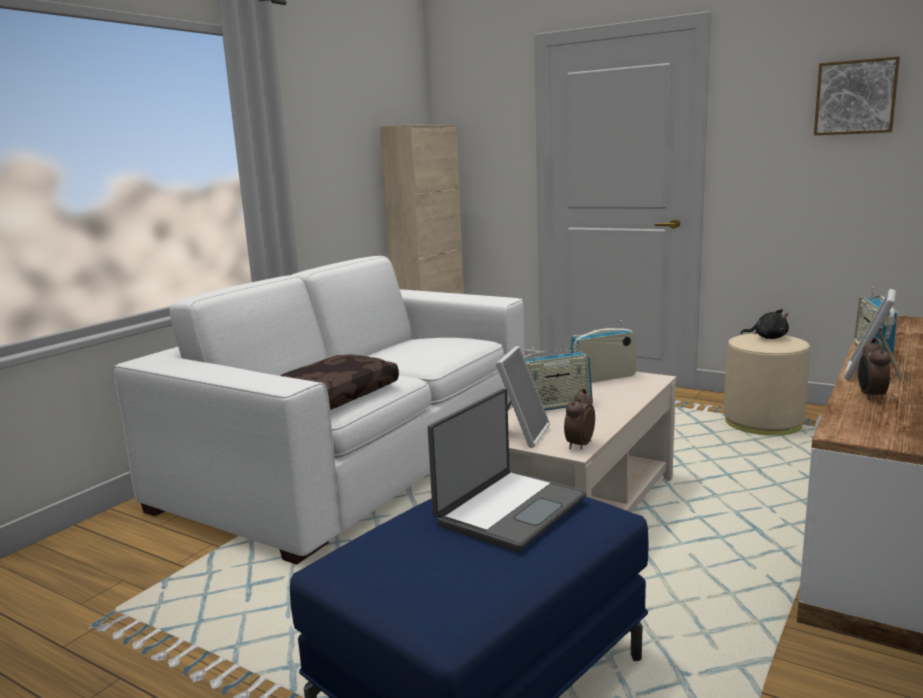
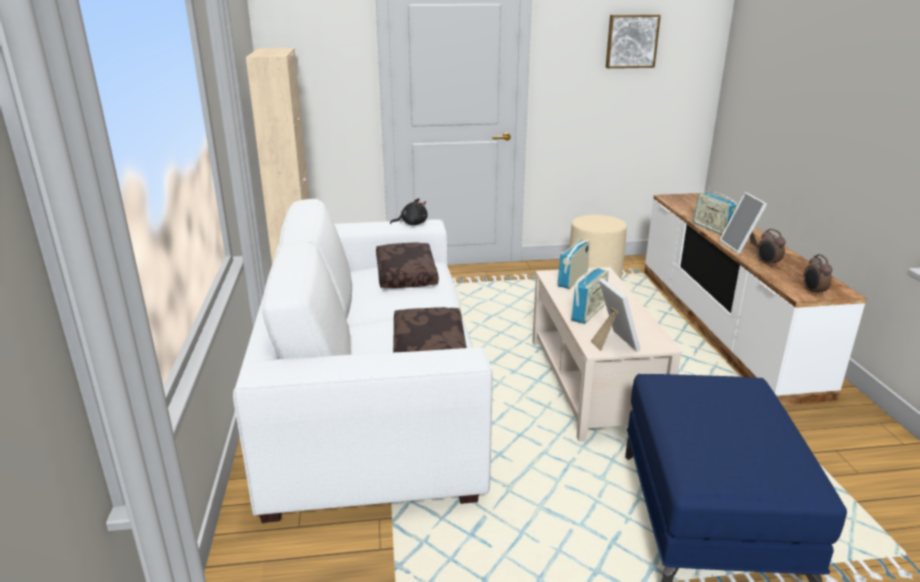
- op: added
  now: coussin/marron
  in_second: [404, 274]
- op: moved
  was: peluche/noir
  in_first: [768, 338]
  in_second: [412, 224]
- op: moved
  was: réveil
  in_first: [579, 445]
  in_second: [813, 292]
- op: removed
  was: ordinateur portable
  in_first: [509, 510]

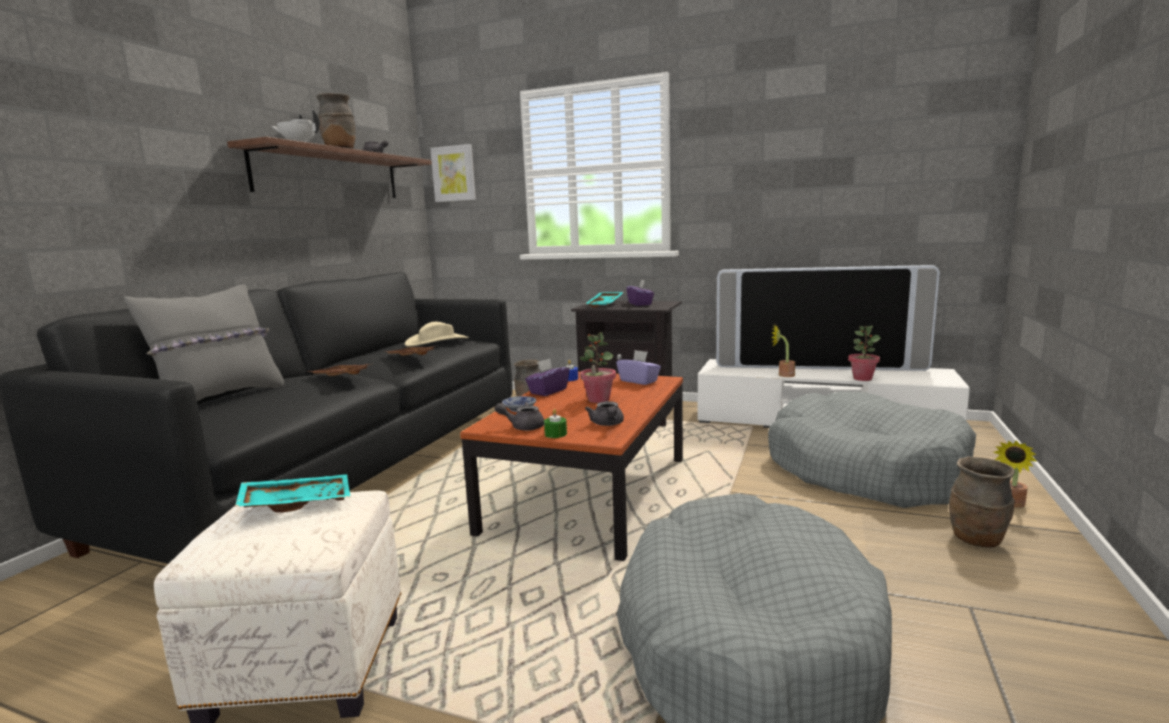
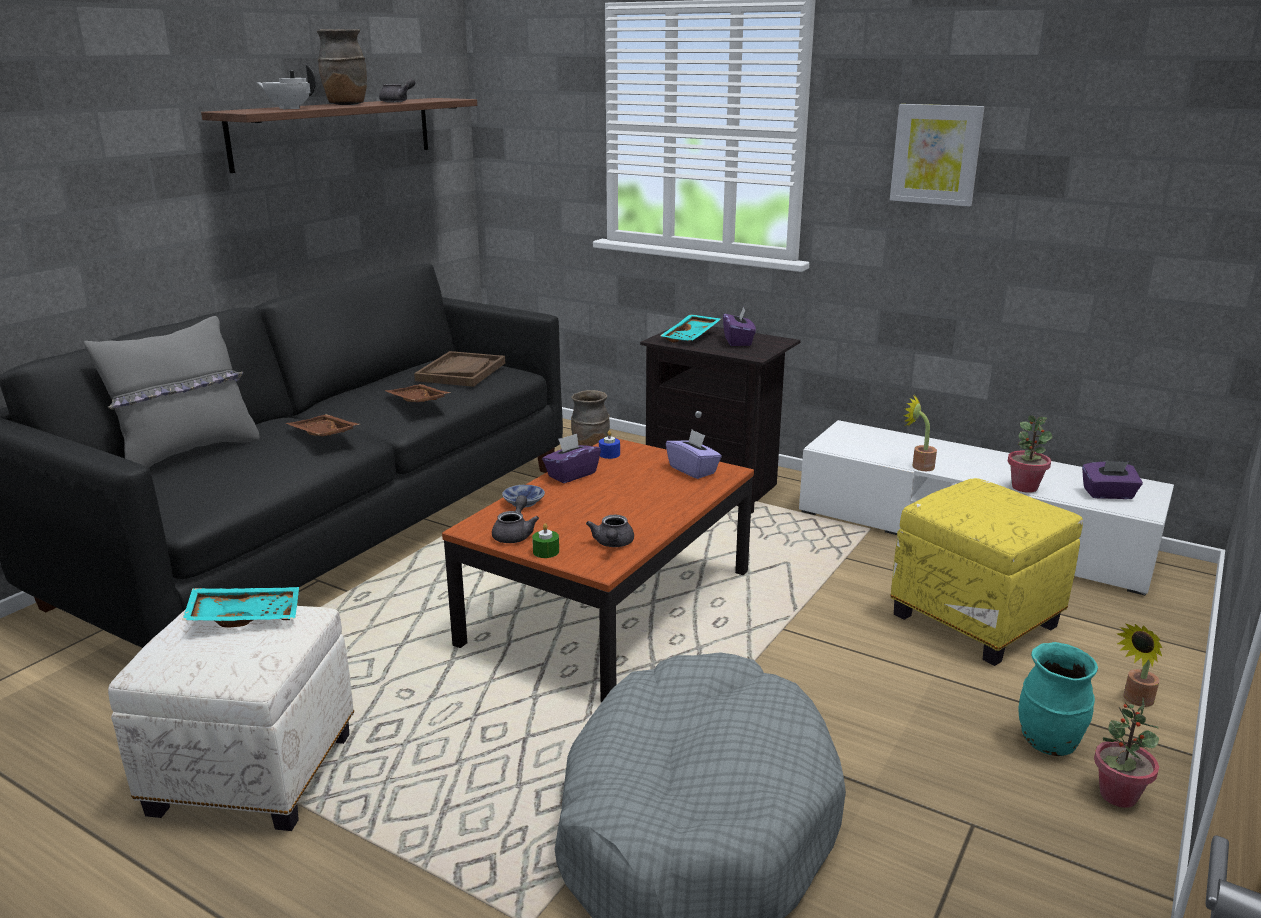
- op: replaced
  was: chapeau/beige
  now: plateau/marron
  in_first: [437, 341]
  in_second: [461, 371]
- op: turned
  was: théière/gris
  in_first: [523, 427]
  in_second: [515, 534]
  clockwise: 90
- op: moved
  was: tableau
  in_first: [454, 173]
  in_second: [936, 154]
- op: replaced
  was: panier pour chien/gris
  now: pouf/jaune
  in_first: [864, 470]
  in_second: [977, 621]
- op: recoloured
  was: vase/marron
  now: vase/turquoise
  in_first: [977, 540]
  in_second: [1048, 743]
- op: added
  now: boîte à mouchoirs/violet
  in_second: [1108, 494]
- op: moved
  was: plante en pot
  in_first: [598, 399]
  in_second: [1117, 795]
- op: removed
  was: téléviseur
  in_first: [818, 366]

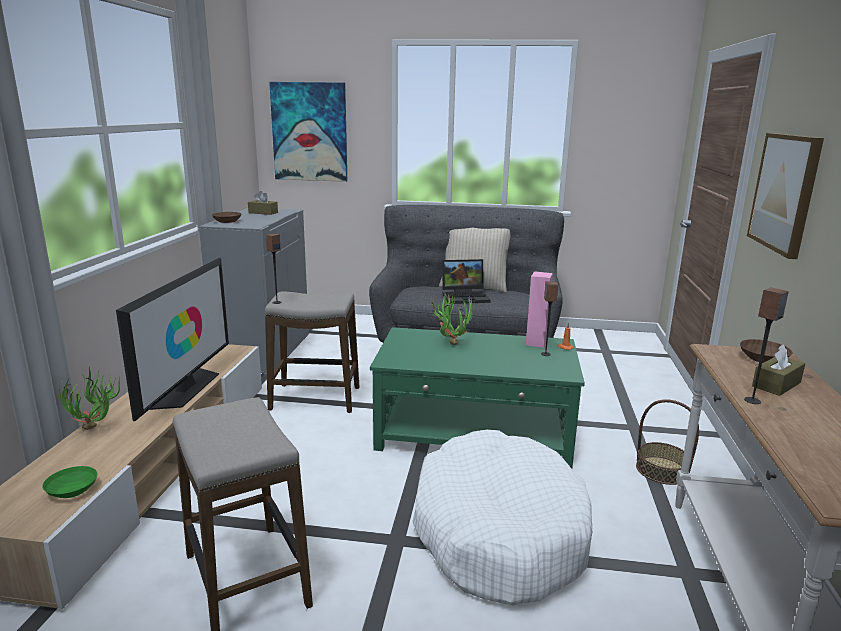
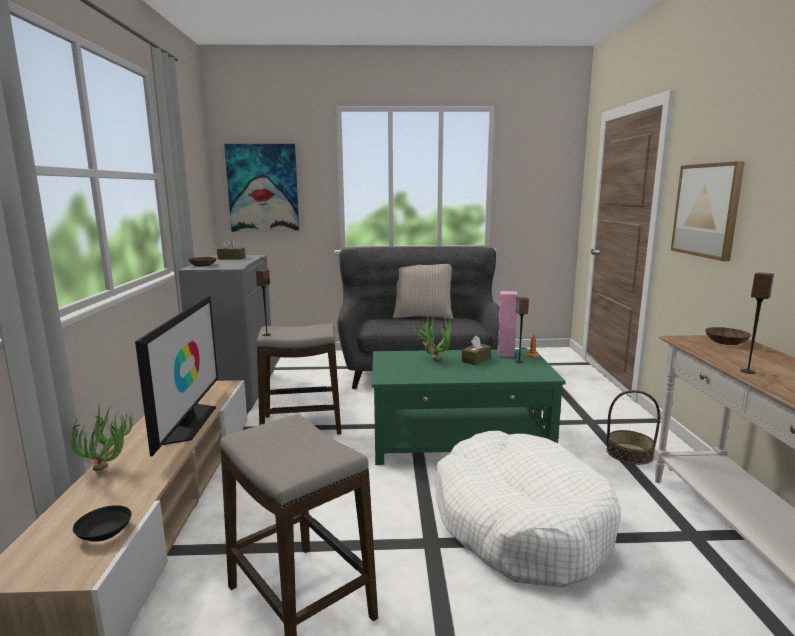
- op: recoloured
  was: bol/vert
  now: bol/noir
  in_first: [71, 490]
  in_second: [103, 533]
- op: moved
  was: boîte à mouchoirs/marron
  in_first: [776, 384]
  in_second: [476, 360]
- op: removed
  was: ordinateur portable
  in_first: [466, 297]

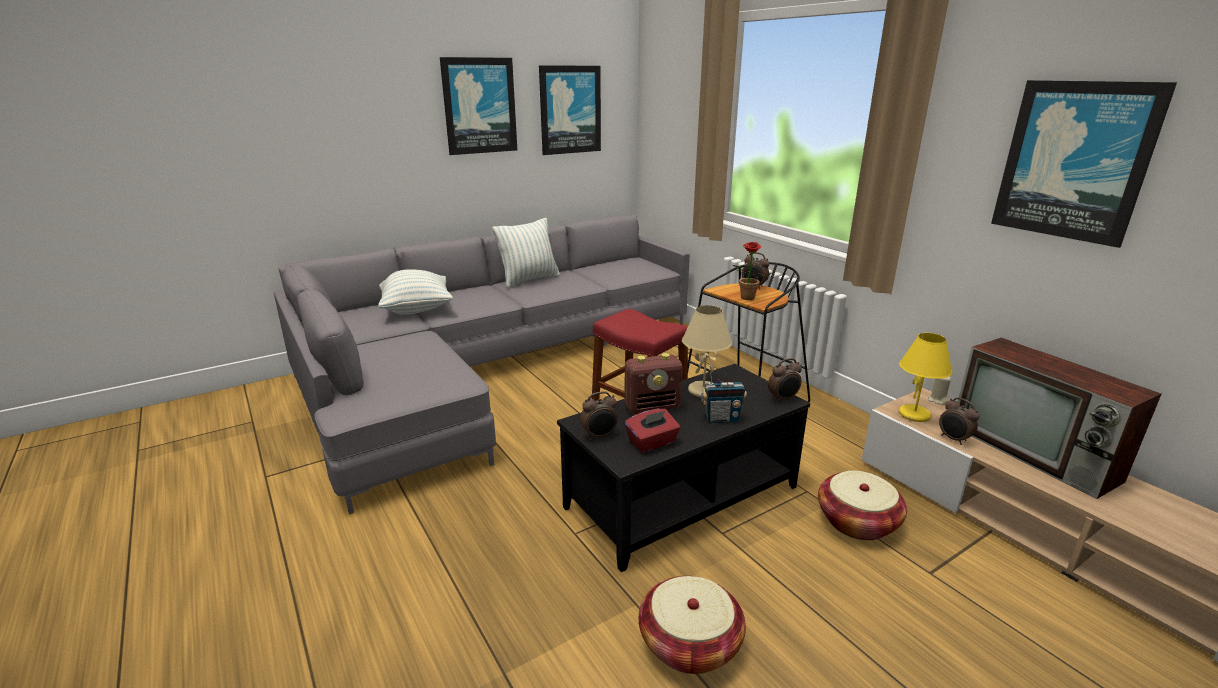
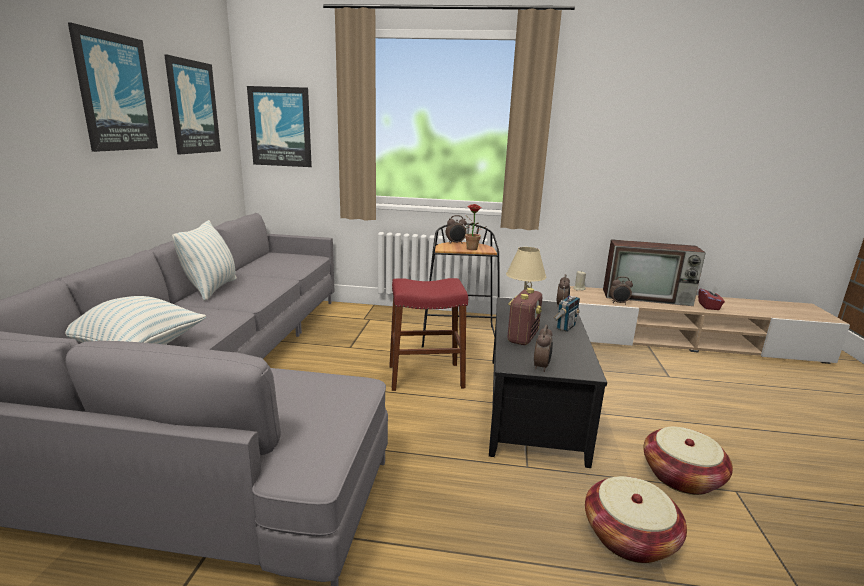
- op: moved
  was: tableau
  in_first: [1074, 161]
  in_second: [280, 127]
- op: moved
  was: panier
  in_first: [857, 522]
  in_second: [629, 537]
- op: moved
  was: boîte à mouchoirs/rouge
  in_first: [652, 443]
  in_second: [709, 306]
- op: removed
  was: lampe de table/jaune
  in_first: [914, 415]

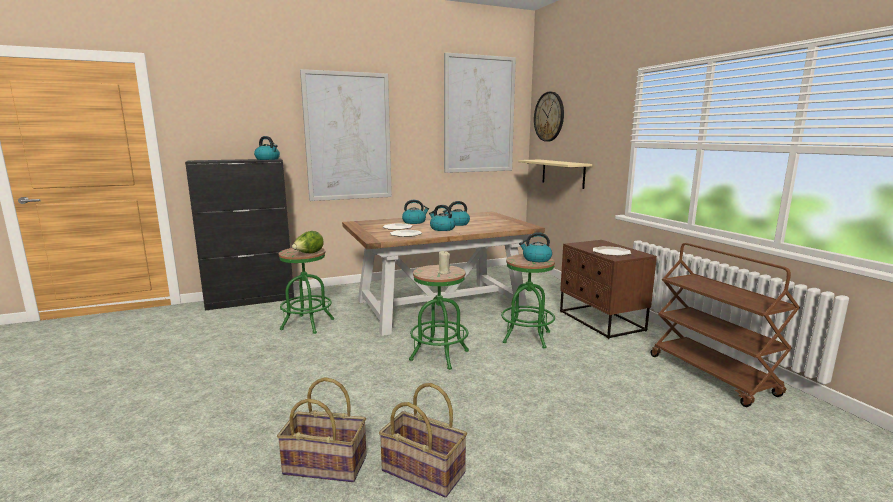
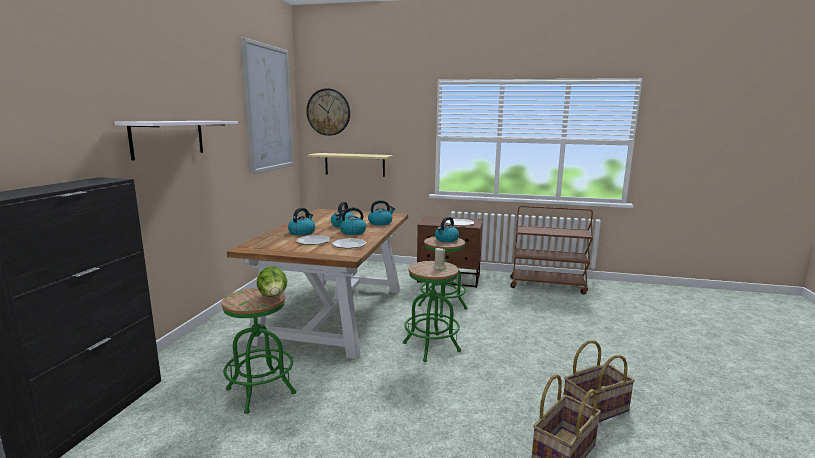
- op: replaced
  was: tableau
  now: étagère/blanc
  in_first: [348, 137]
  in_second: [168, 138]
- op: moved
  was: bouilloire
  in_first: [268, 159]
  in_second: [380, 223]

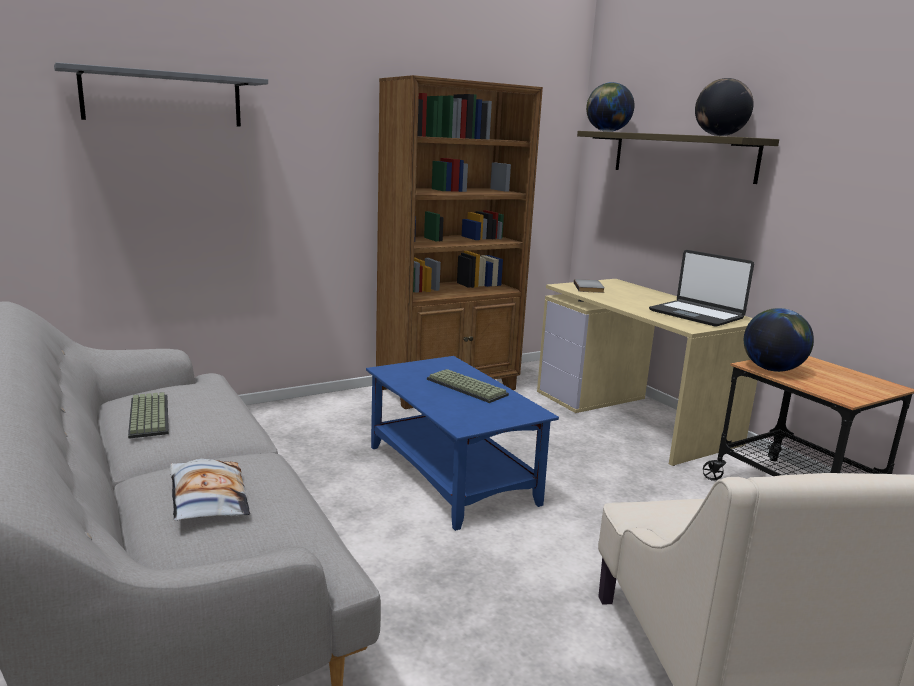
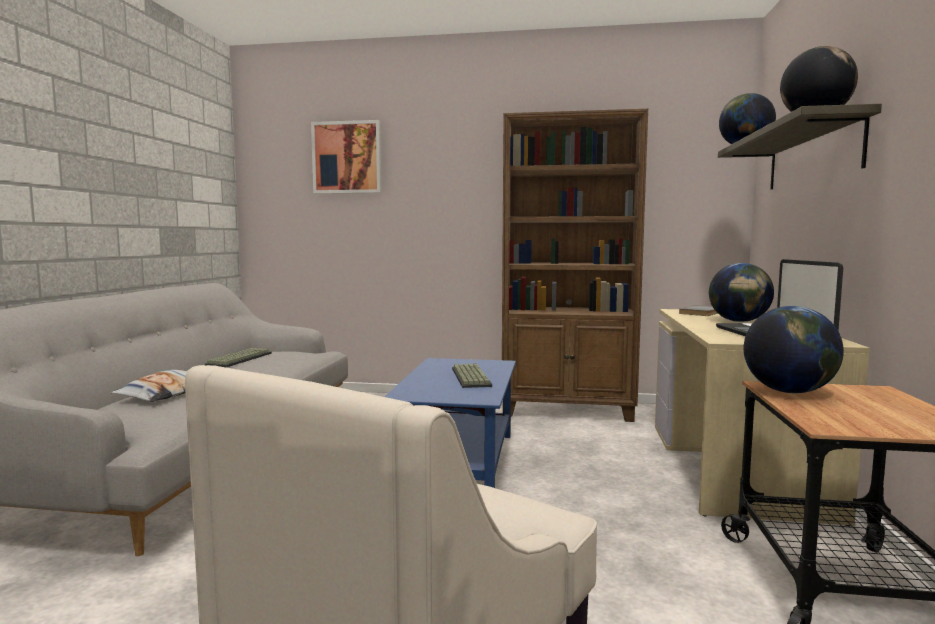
- op: replaced
  was: étagère/gris
  now: tableau
  in_first: [163, 98]
  in_second: [347, 157]
- op: added
  now: globe
  in_second: [739, 321]

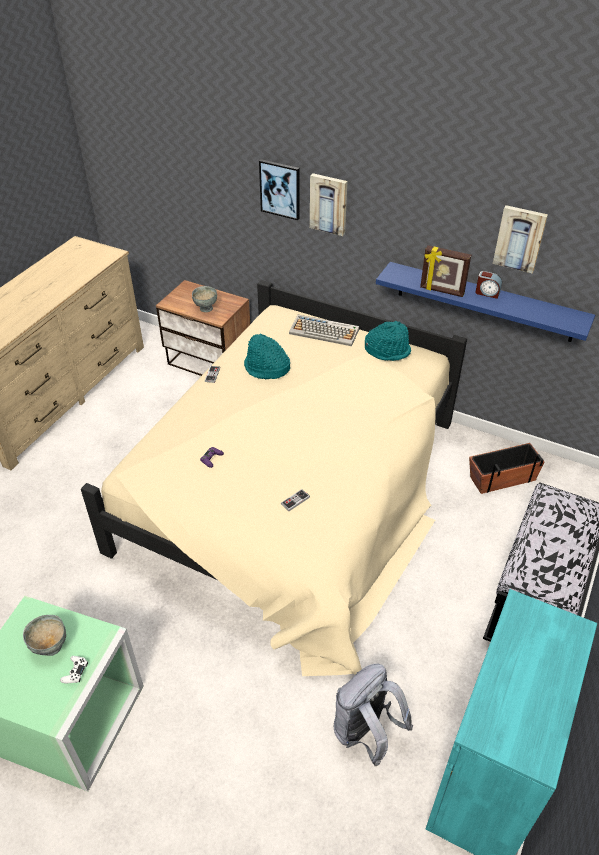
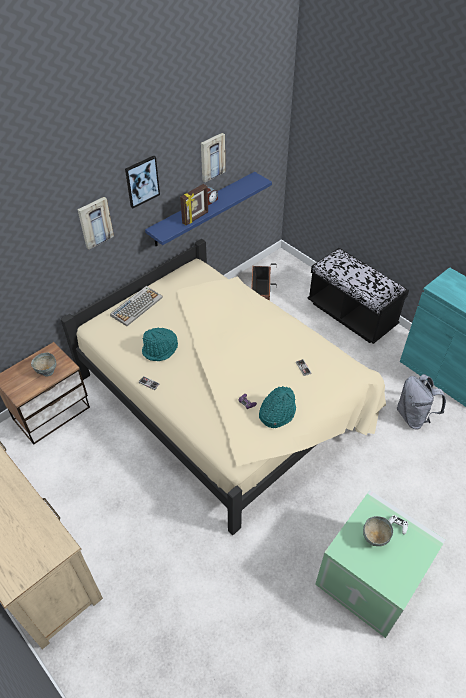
- op: moved
  was: tableau
  in_first: [280, 189]
  in_second: [142, 181]
- op: moved
  was: chapeau/turquoise
  in_first: [387, 350]
  in_second: [276, 412]

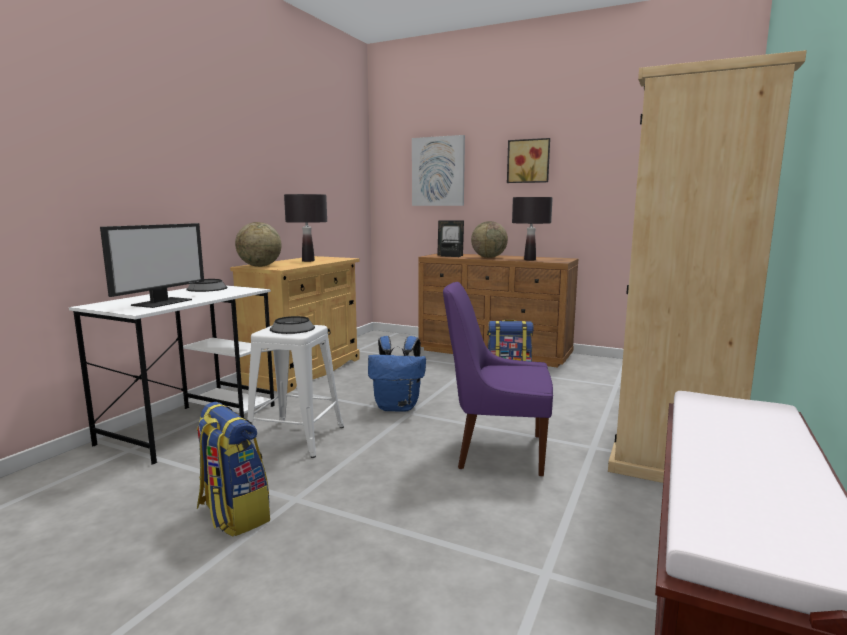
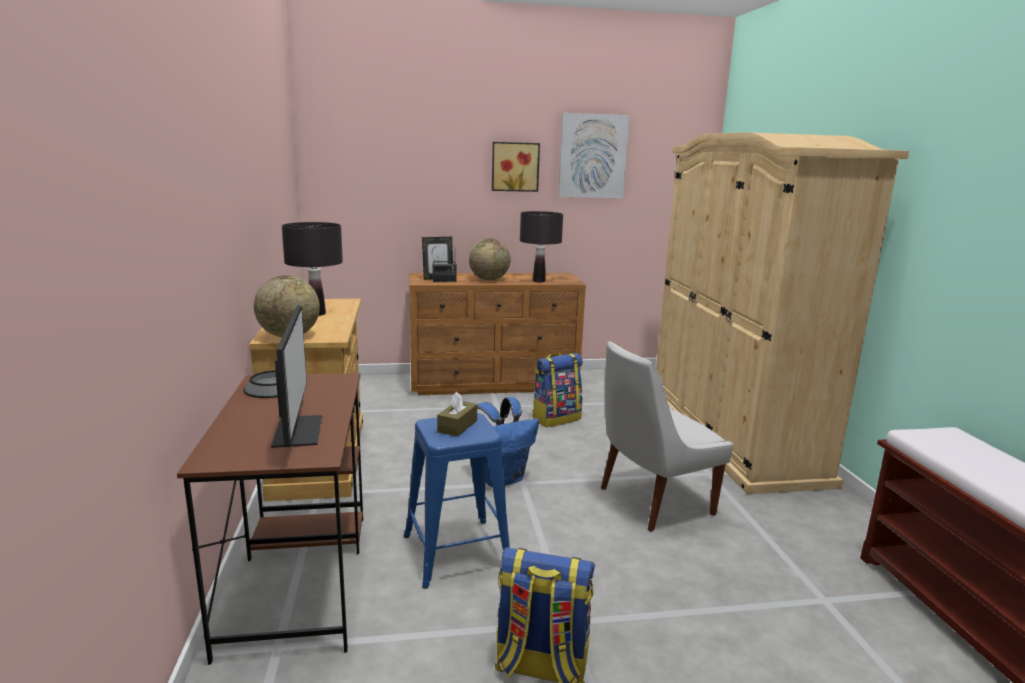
- op: recoloured
  was: bureau/blanc
  now: bureau/marron
  in_first: [192, 423]
  in_second: [298, 578]
- op: recoloured
  was: tabouret/blanc
  now: tabouret/bleu
  in_first: [296, 437]
  in_second: [456, 552]
- op: replaced
  was: bol
  now: boîte à mouchoirs/marron
  in_first: [292, 328]
  in_second: [457, 426]
- op: moved
  was: tableau
  in_first: [438, 171]
  in_second: [592, 156]
- op: recoloured
  was: chaise/violet
  now: chaise/blanc
  in_first: [496, 451]
  in_second: [651, 502]

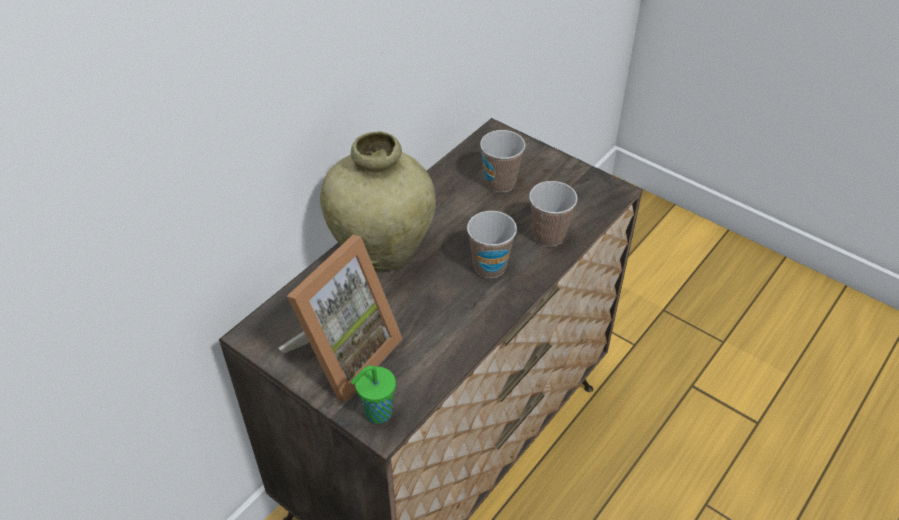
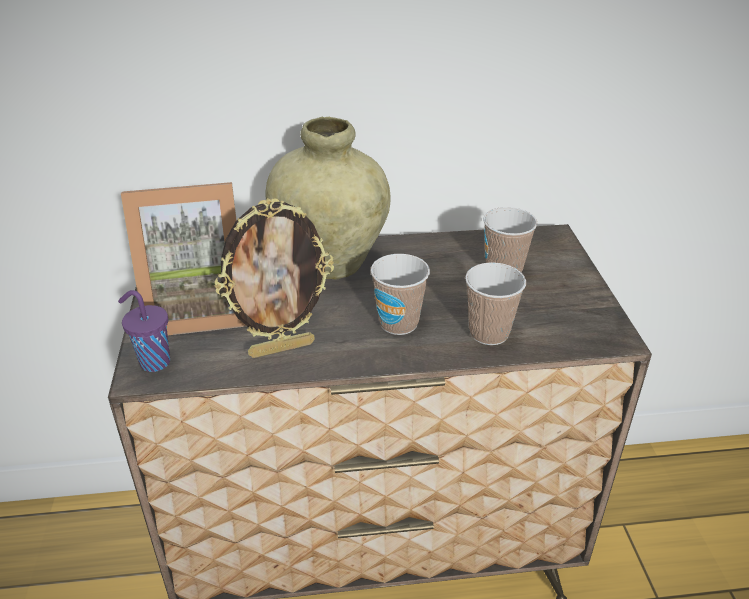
- op: recoloured
  was: tasse/vert
  now: tasse/violet
  in_first: [376, 413]
  in_second: [153, 362]
- op: added
  now: cadre photo
  in_second: [282, 348]

